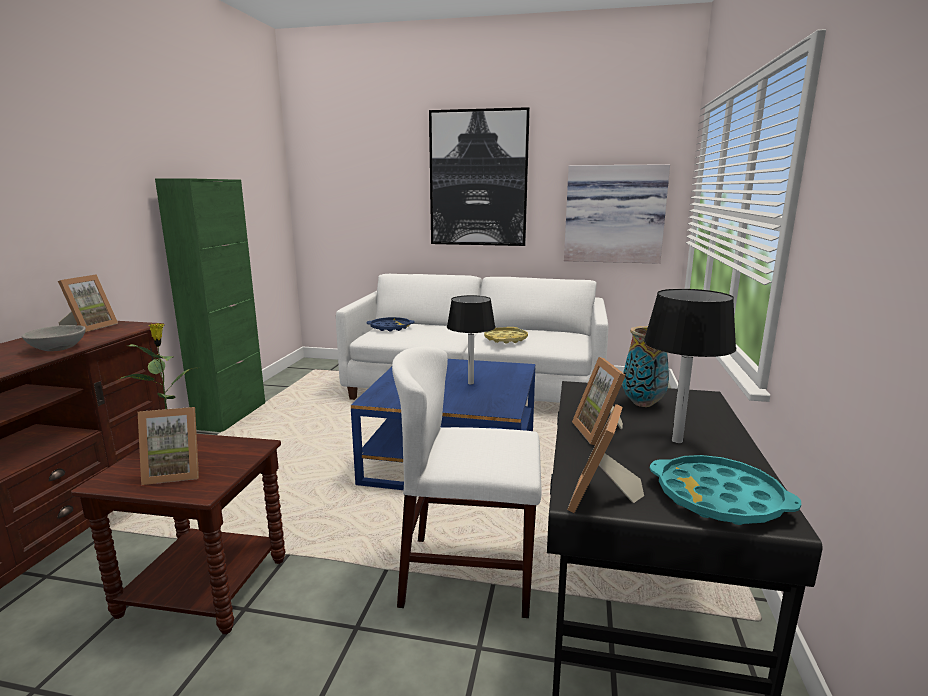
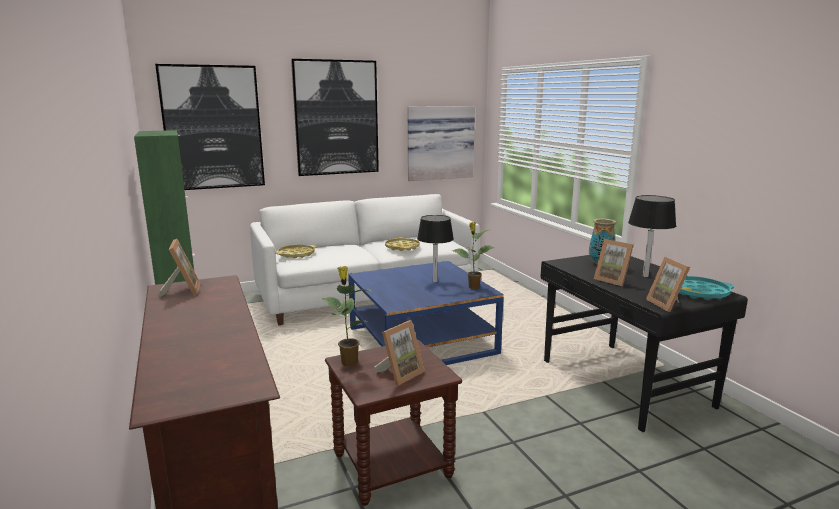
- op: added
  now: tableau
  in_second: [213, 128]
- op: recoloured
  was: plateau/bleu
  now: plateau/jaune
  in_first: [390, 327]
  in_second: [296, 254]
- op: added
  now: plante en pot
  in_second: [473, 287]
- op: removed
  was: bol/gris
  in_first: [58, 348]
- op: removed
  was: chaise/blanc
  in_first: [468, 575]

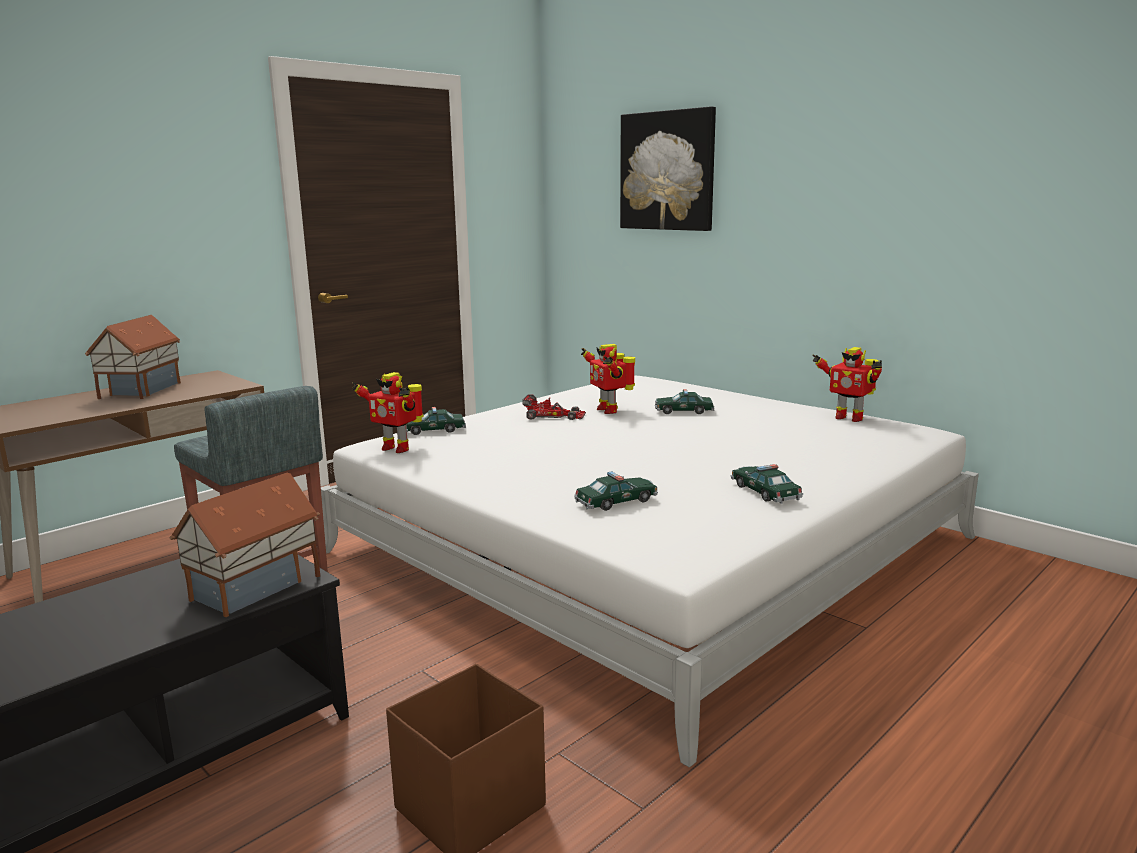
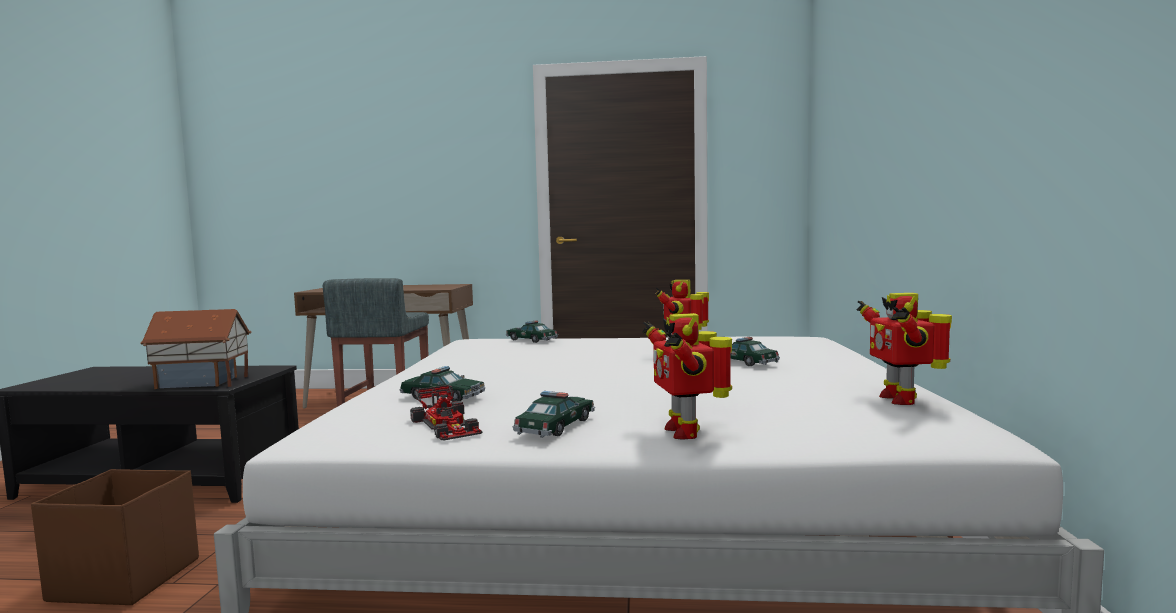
- op: moved
  was: petite voiture
  in_first: [554, 415]
  in_second: [447, 425]
- op: moved
  was: robot jouet
  in_first: [396, 448]
  in_second: [685, 431]
- op: removed
  was: maison miniature
  in_first: [140, 390]
- op: removed
  was: tableau
  in_first: [667, 171]

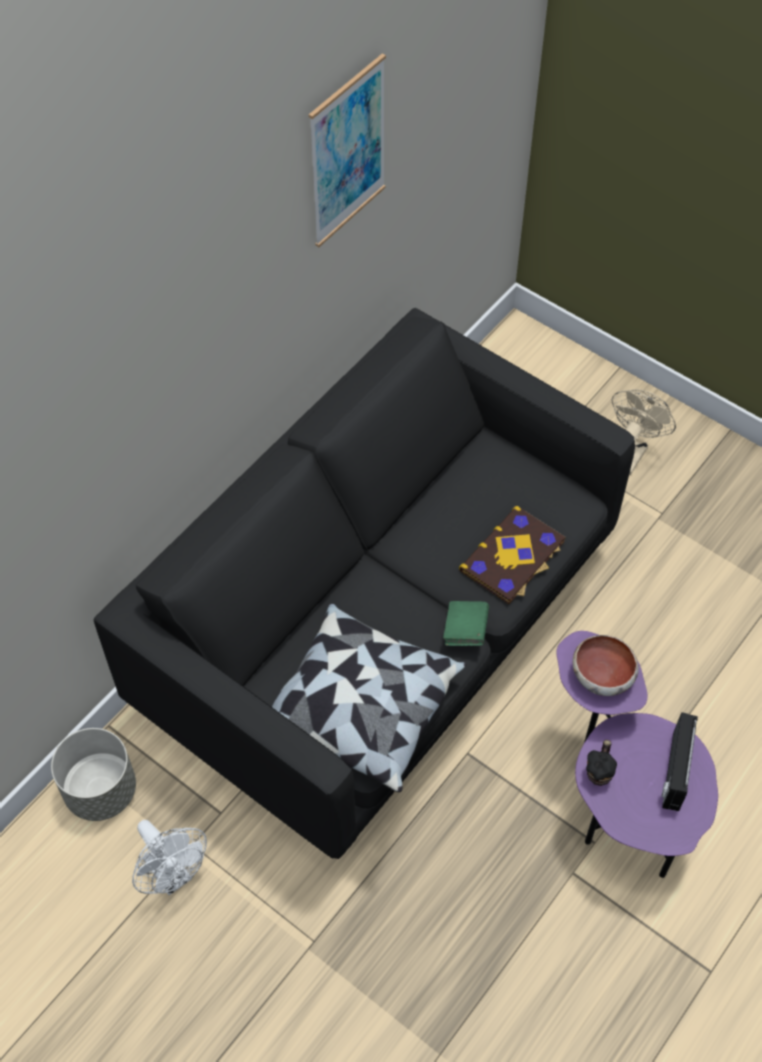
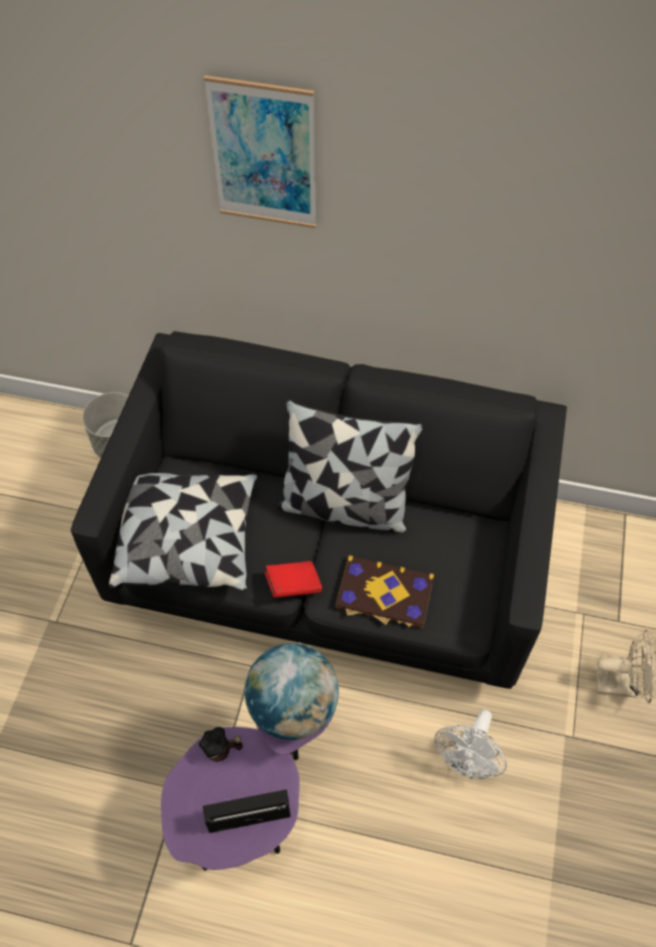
- op: moved
  was: tableau
  in_first: [347, 152]
  in_second: [264, 155]
- op: replaced
  was: bol
  now: globe
  in_first: [603, 675]
  in_second: [293, 707]
- op: recoloured
  was: livre/vert
  now: livre/rouge
  in_first: [465, 631]
  in_second: [293, 585]
- op: added
  now: coussin
  in_second: [344, 506]
- op: moved
  was: ventilateur/blanc
  in_first: [173, 875]
  in_second: [466, 761]

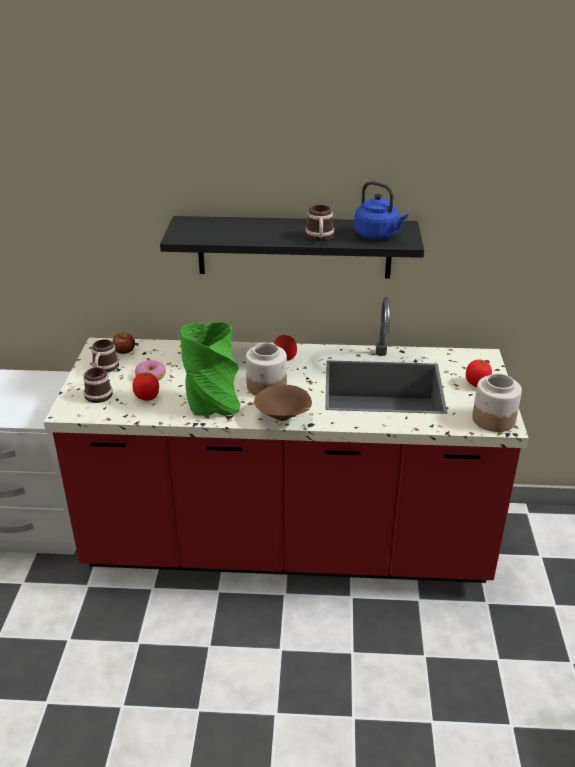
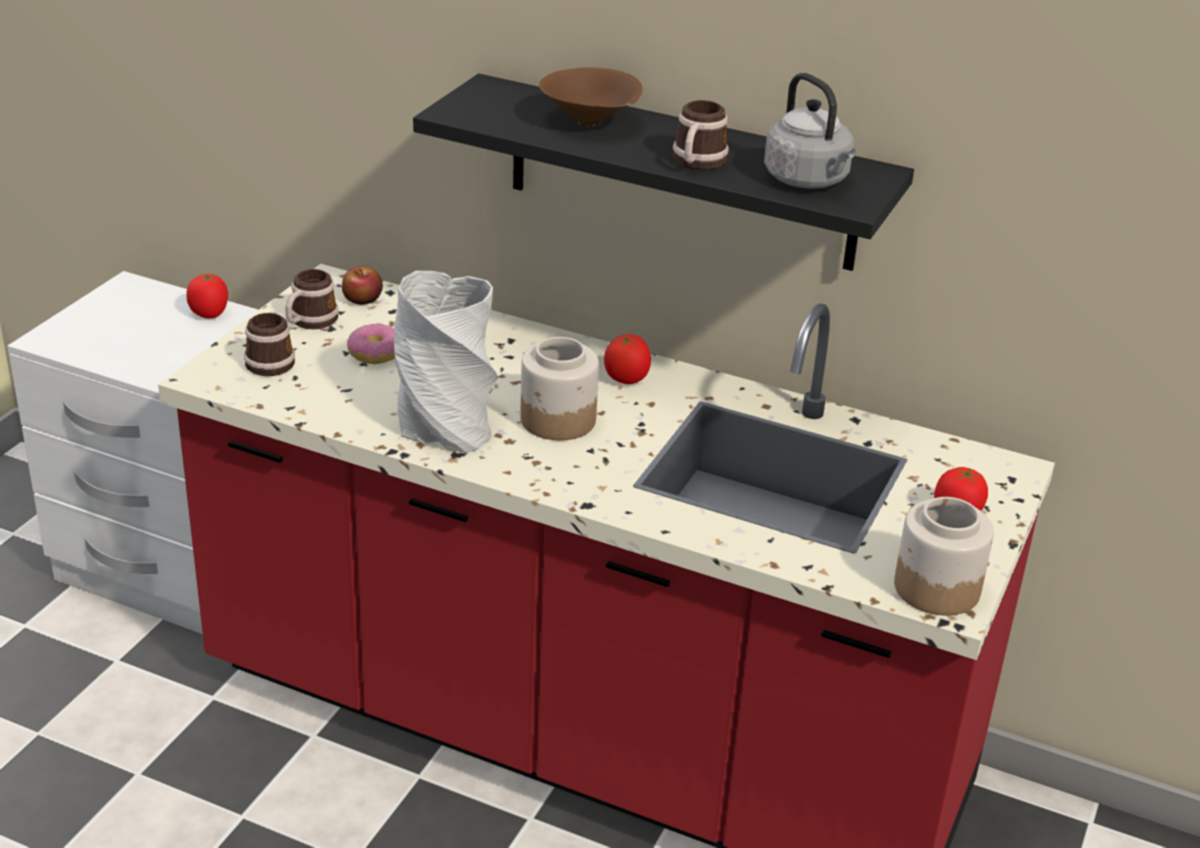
- op: moved
  was: tomate
  in_first: [147, 397]
  in_second: [209, 314]
- op: recoloured
  was: vase/vert
  now: vase/gris
  in_first: [212, 403]
  in_second: [445, 425]
- op: moved
  was: bol/marron
  in_first: [284, 418]
  in_second: [591, 123]
- op: recoloured
  was: bouilloire/bleu
  now: bouilloire/gris
  in_first: [378, 235]
  in_second: [809, 181]

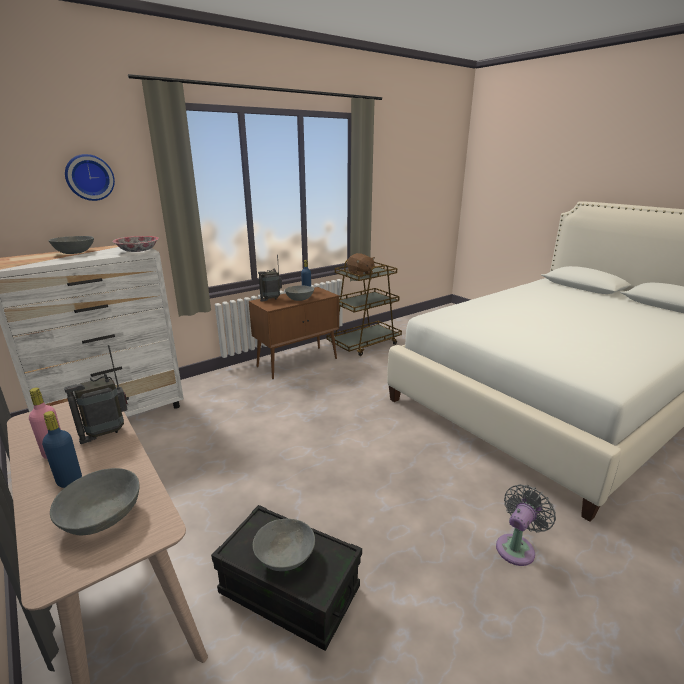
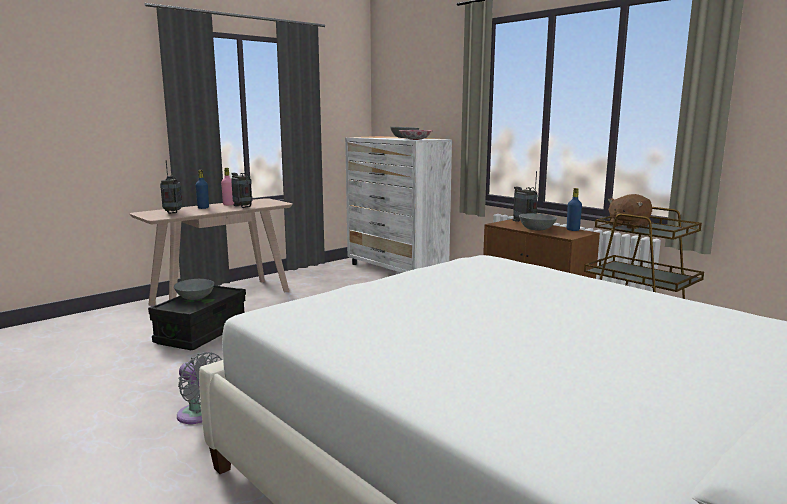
- op: replaced
  was: bol/gris
  now: radio
  in_first: [102, 516]
  in_second: [173, 213]
- op: removed
  was: horloge murale
  in_first: [89, 177]

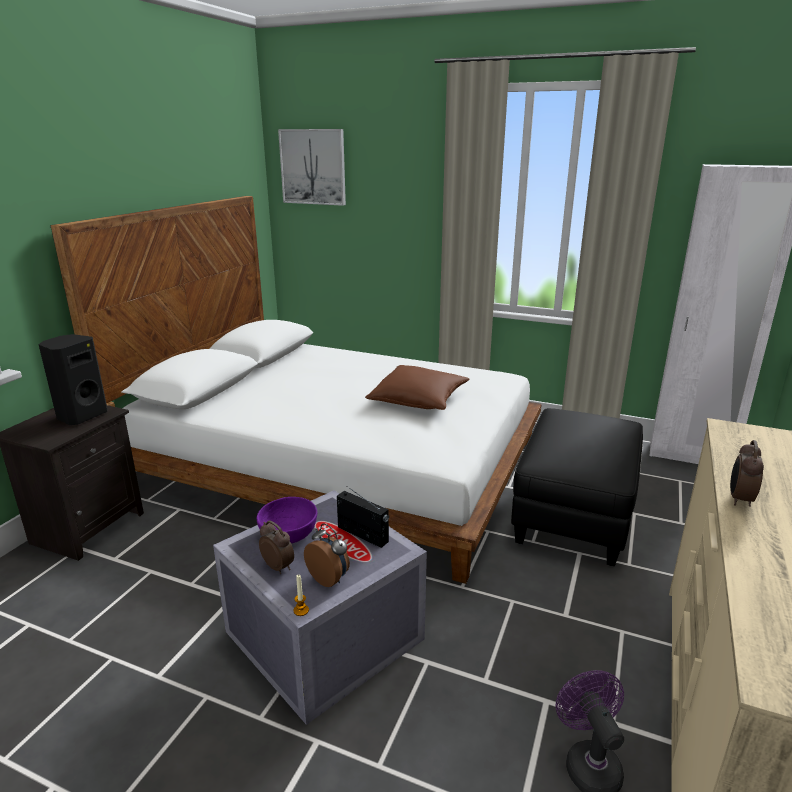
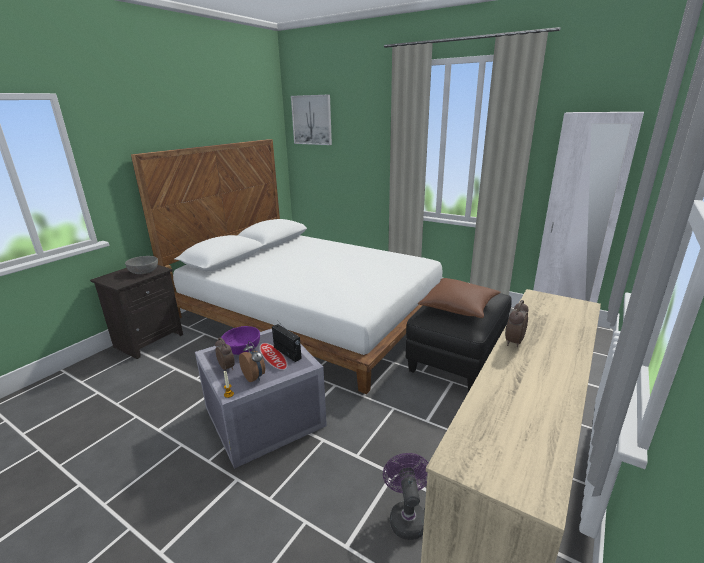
- op: replaced
  was: enceinte/noir
  now: bol/gris
  in_first: [81, 416]
  in_second: [144, 271]
- op: moved
  was: coussin/marron
  in_first: [418, 400]
  in_second: [459, 307]

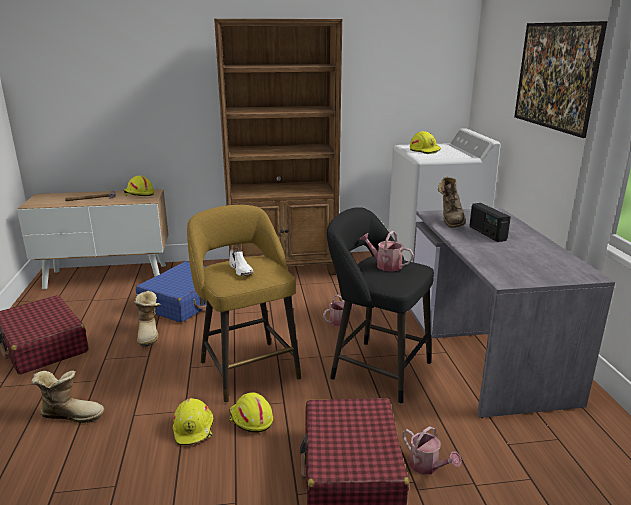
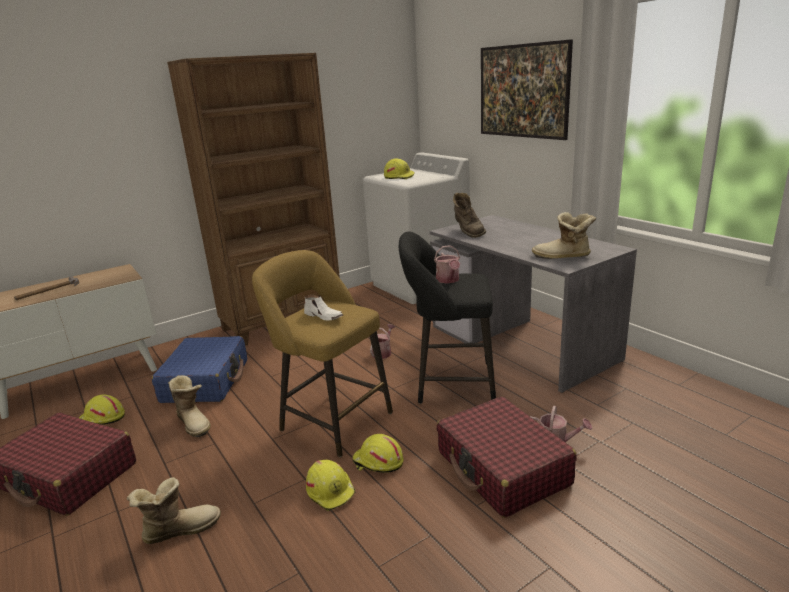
- op: moved
  was: casque de chantier/jaune
  in_first: [138, 194]
  in_second: [102, 419]
- op: turned
  was: arrosoir
  in_first: [385, 265]
  in_second: [448, 280]
  clockwise: -105
- op: added
  now: botte
  in_second: [563, 257]
- op: removed
  was: radio
  in_first: [487, 233]

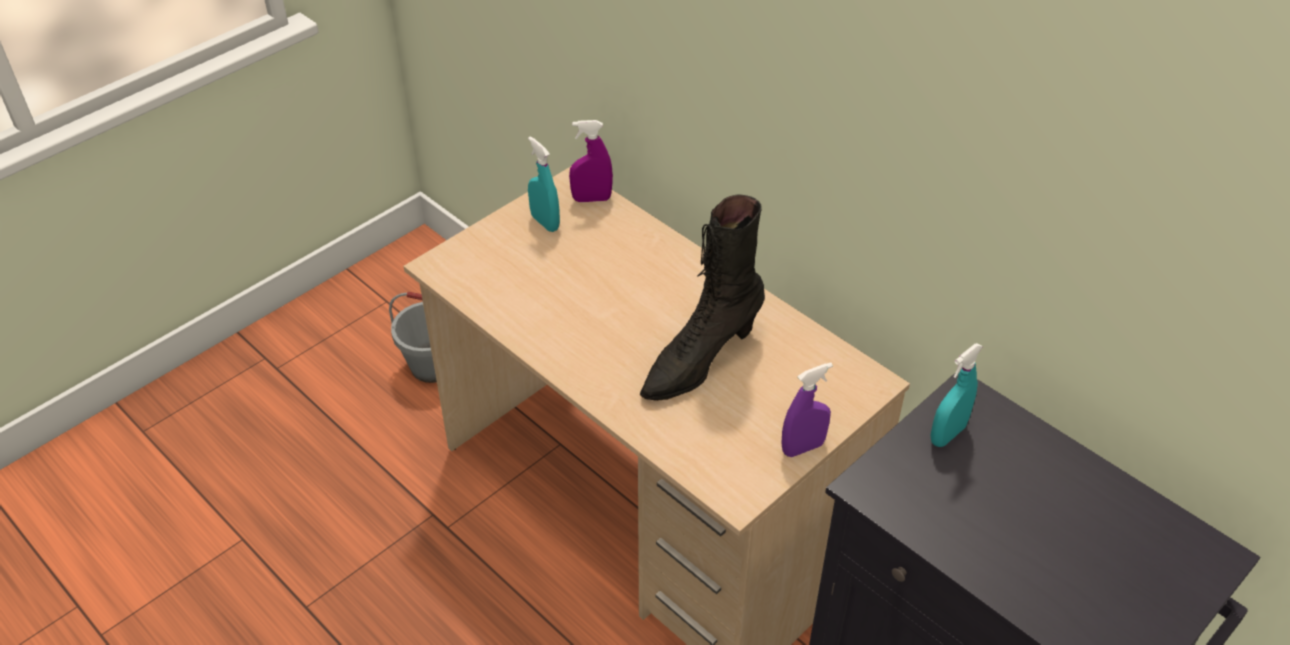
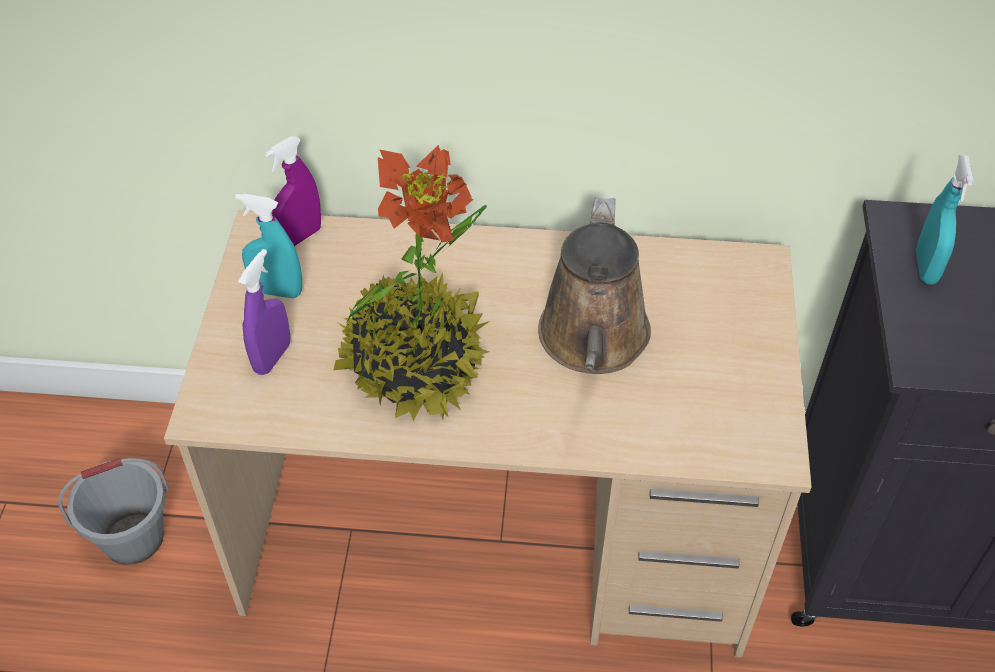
- op: moved
  was: vaporisateur/violet
  in_first: [803, 448]
  in_second: [272, 357]
- op: added
  now: plante en pot
  in_second: [414, 365]
- op: replaced
  was: botte/noir
  now: arrosoir/marron
  in_first: [700, 360]
  in_second: [593, 341]

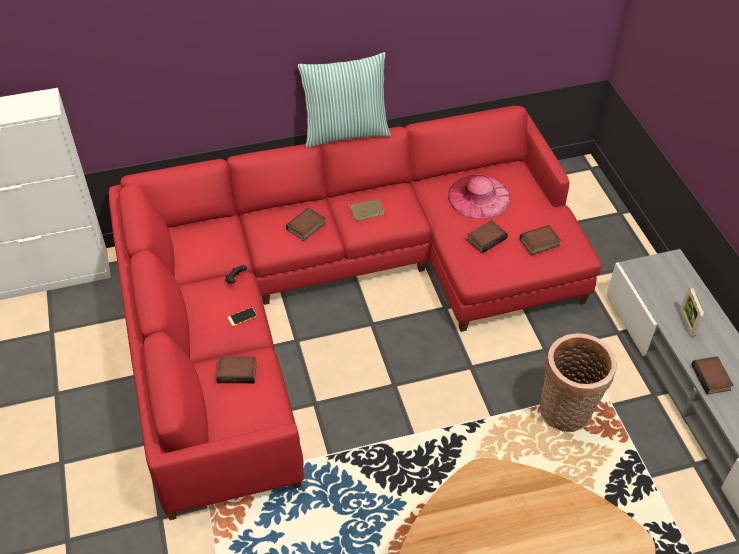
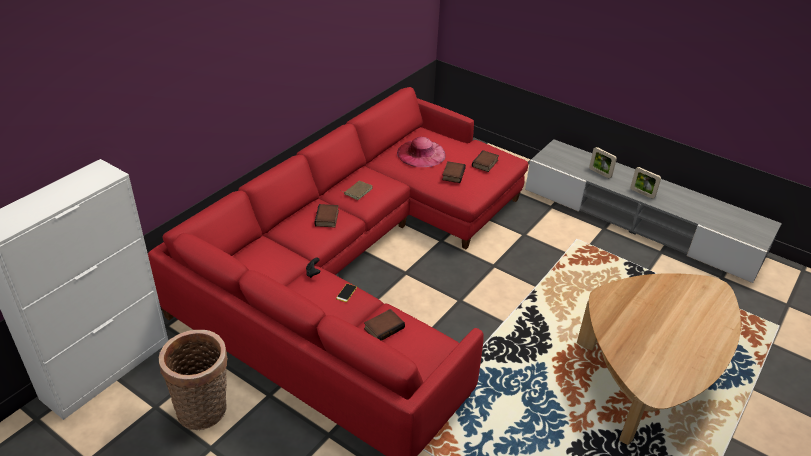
- op: moved
  was: panier
  in_first: [567, 414]
  in_second: [205, 411]
- op: replaced
  was: livre
  now: cadre photo
  in_first: [712, 378]
  in_second: [642, 193]
- op: removed
  was: coussin
  in_first: [345, 132]

